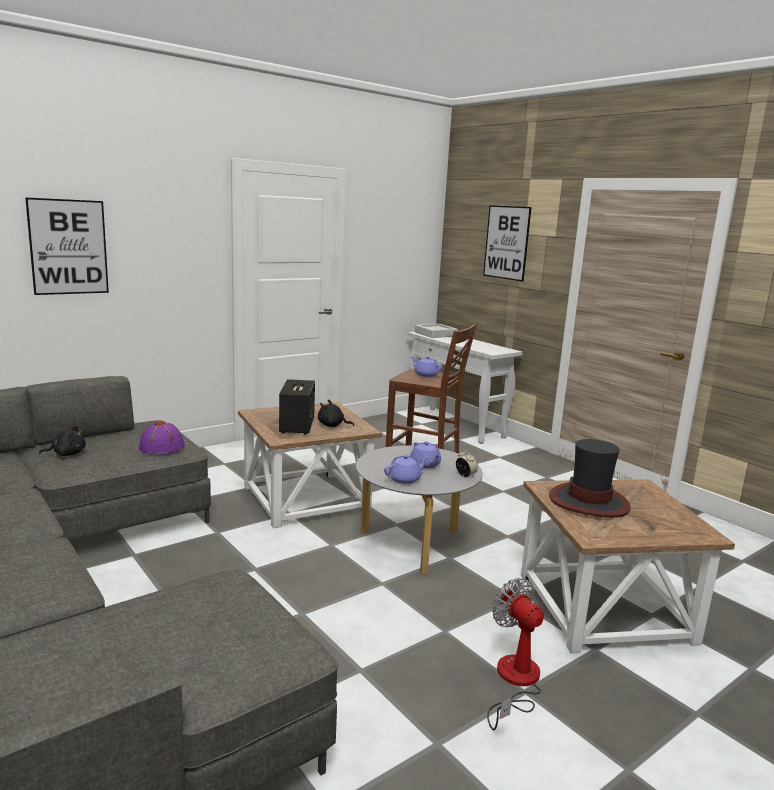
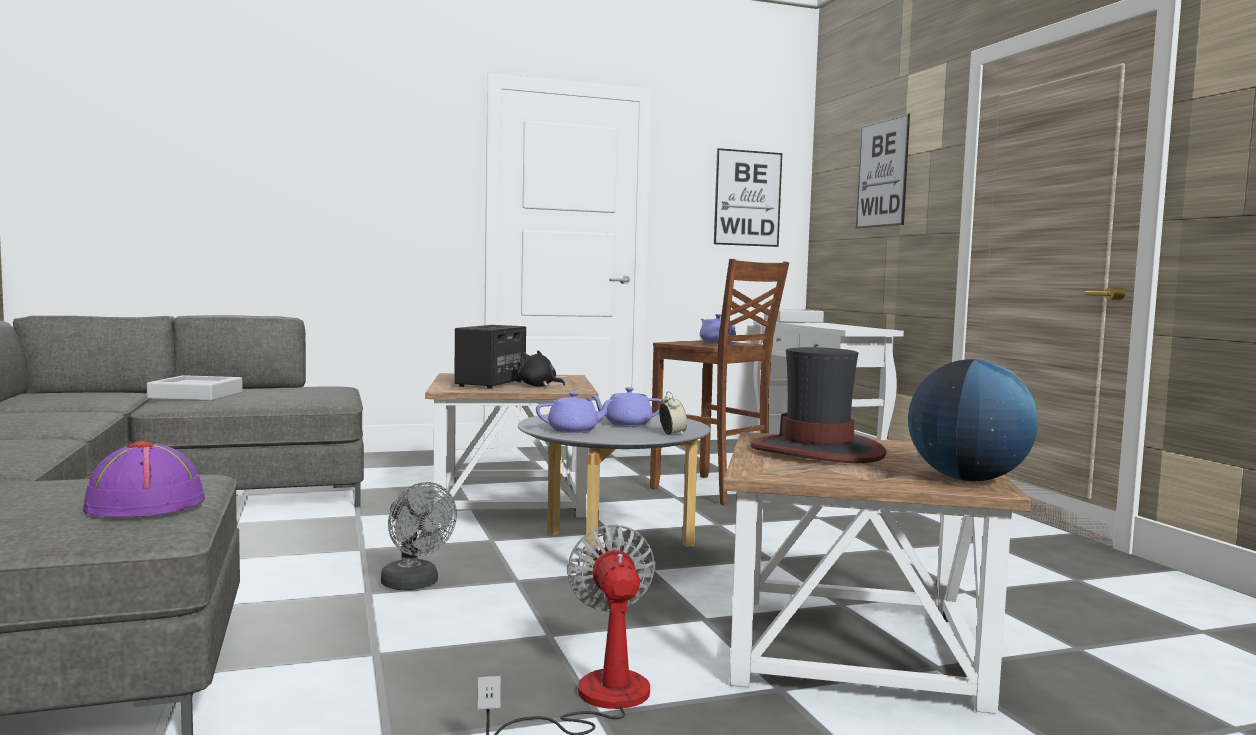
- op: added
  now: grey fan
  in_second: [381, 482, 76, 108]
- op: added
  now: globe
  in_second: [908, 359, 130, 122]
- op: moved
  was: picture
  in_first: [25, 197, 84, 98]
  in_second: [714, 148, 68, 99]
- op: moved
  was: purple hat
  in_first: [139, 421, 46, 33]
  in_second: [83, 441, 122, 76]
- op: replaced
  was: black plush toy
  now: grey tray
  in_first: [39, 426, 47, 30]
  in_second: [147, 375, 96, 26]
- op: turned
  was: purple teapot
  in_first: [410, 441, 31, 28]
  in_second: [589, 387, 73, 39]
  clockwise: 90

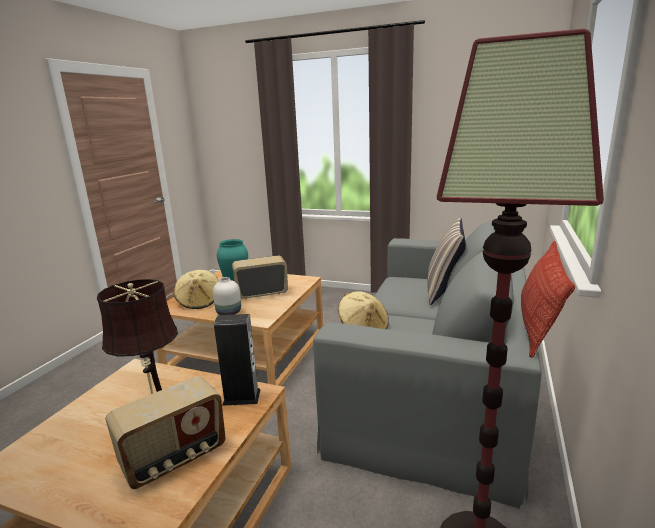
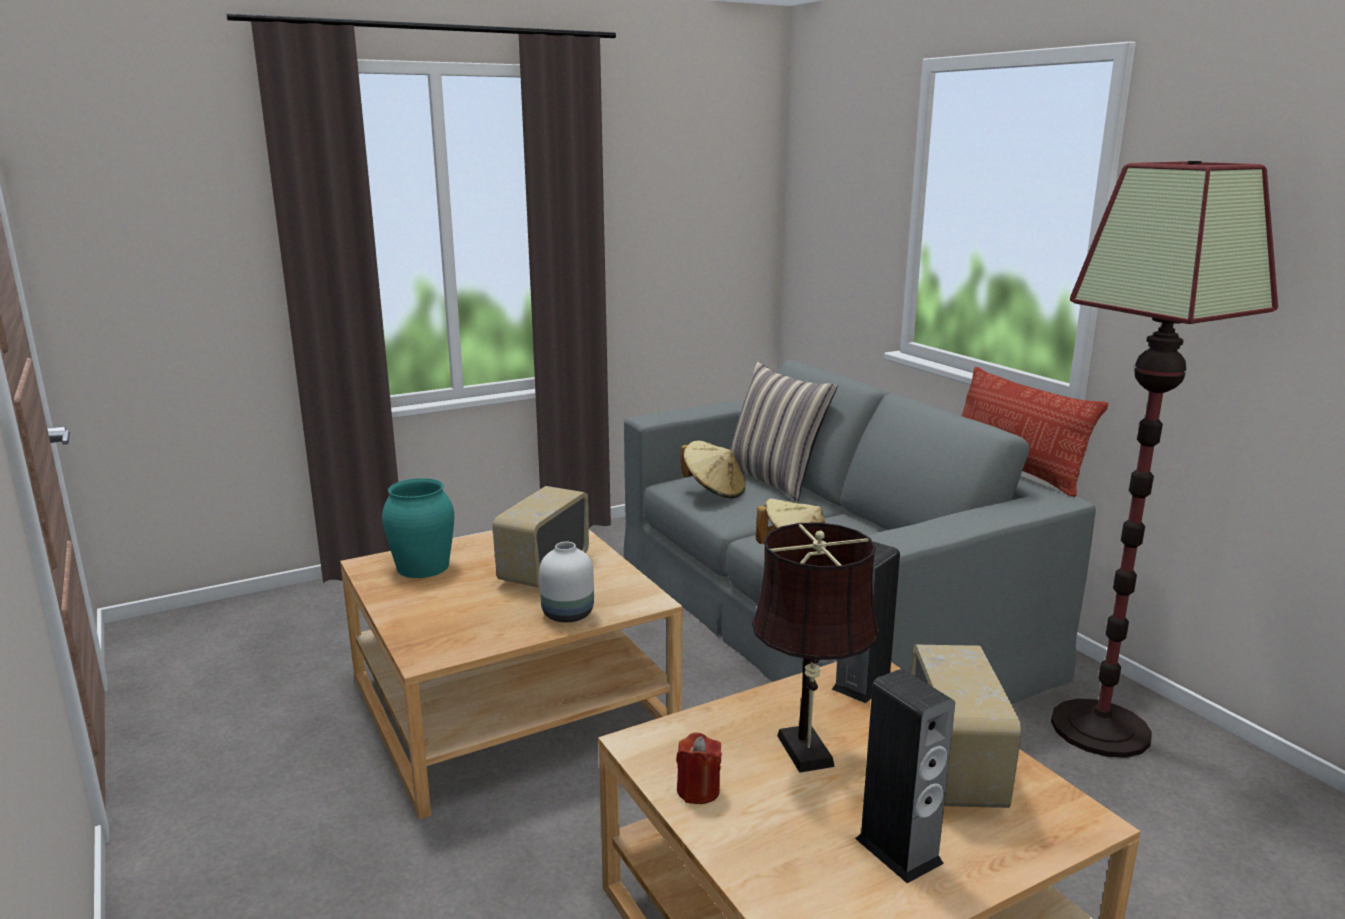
- op: added
  now: red candle
  in_second: [676, 732, 46, 72]
- op: added
  now: speaker
  in_second: [855, 669, 100, 214]
- op: moved
  was: beige hat
  in_first: [173, 270, 46, 39]
  in_second: [680, 440, 66, 58]

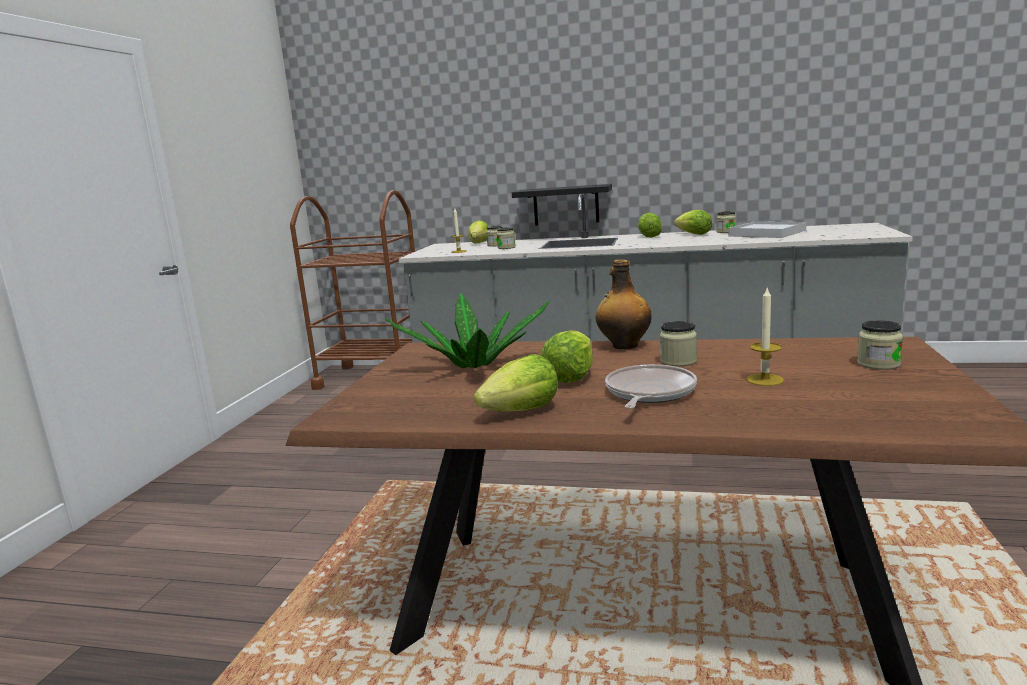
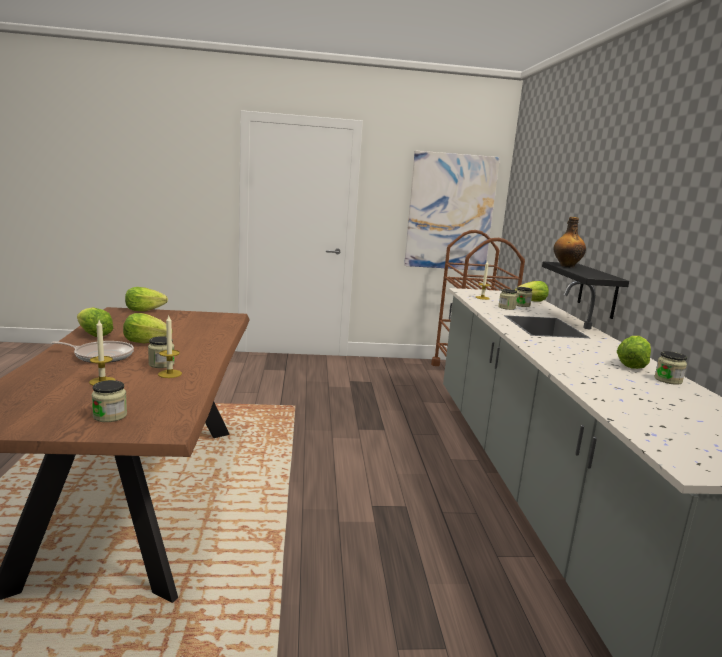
- op: removed
  was: potted plant
  in_first: [386, 293, 164, 75]
- op: removed
  was: white tray
  in_first: [728, 221, 79, 17]
- op: added
  now: candle
  in_second: [158, 316, 24, 62]
- op: added
  now: picture
  in_second: [404, 151, 96, 120]
- op: moved
  was: bottle
  in_first: [596, 259, 56, 90]
  in_second: [553, 217, 33, 51]
- op: moved
  was: lettuce
  in_first: [638, 213, 24, 25]
  in_second: [125, 287, 43, 24]

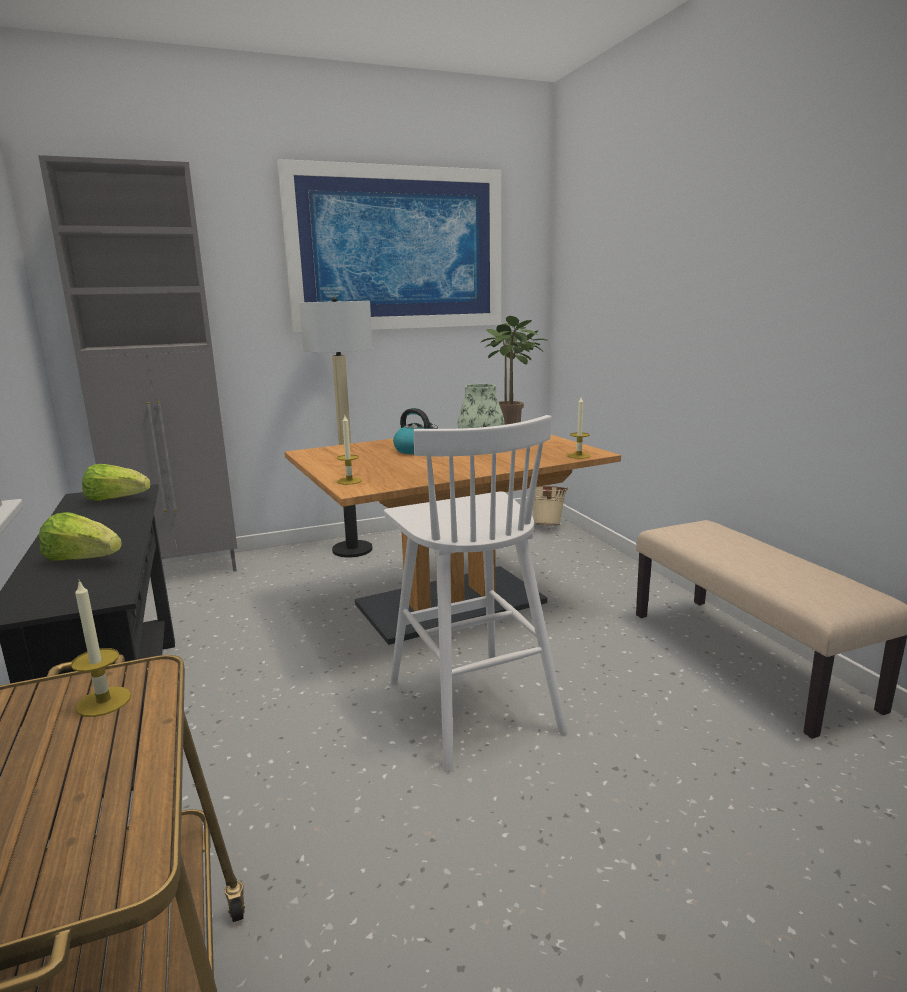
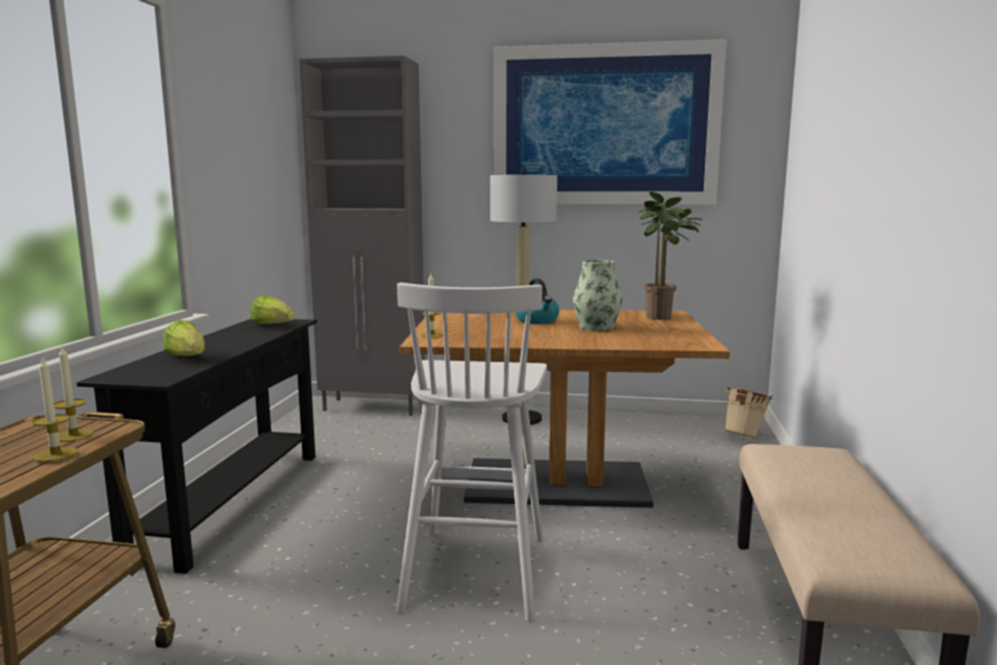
- op: moved
  was: candle
  in_first: [568, 397, 22, 62]
  in_second: [32, 356, 45, 106]

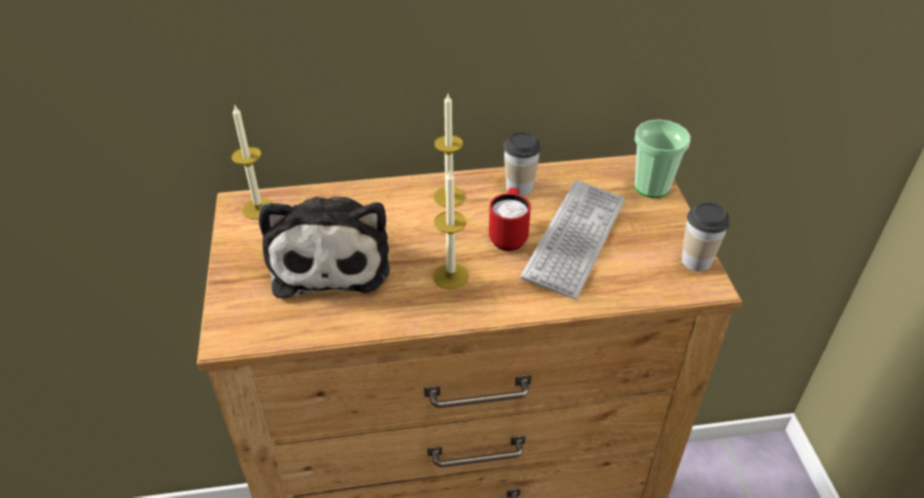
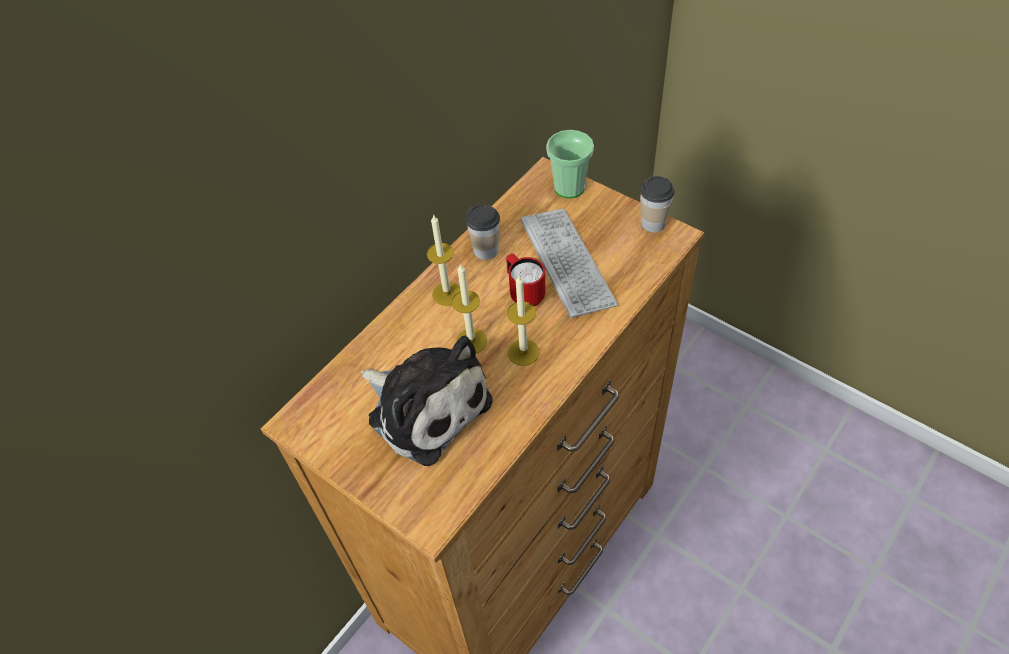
- op: moved
  was: candle
  in_first: [231, 104, 42, 116]
  in_second: [452, 263, 35, 90]

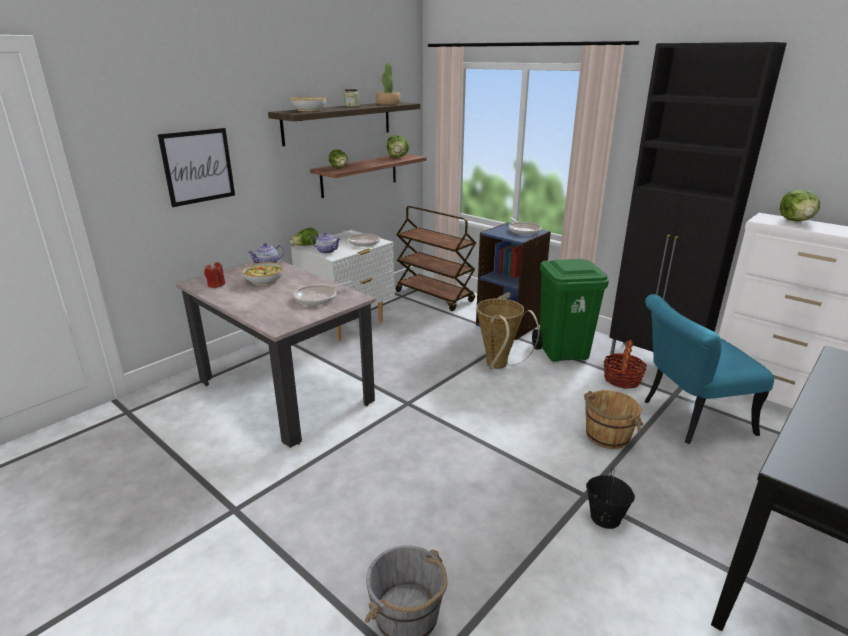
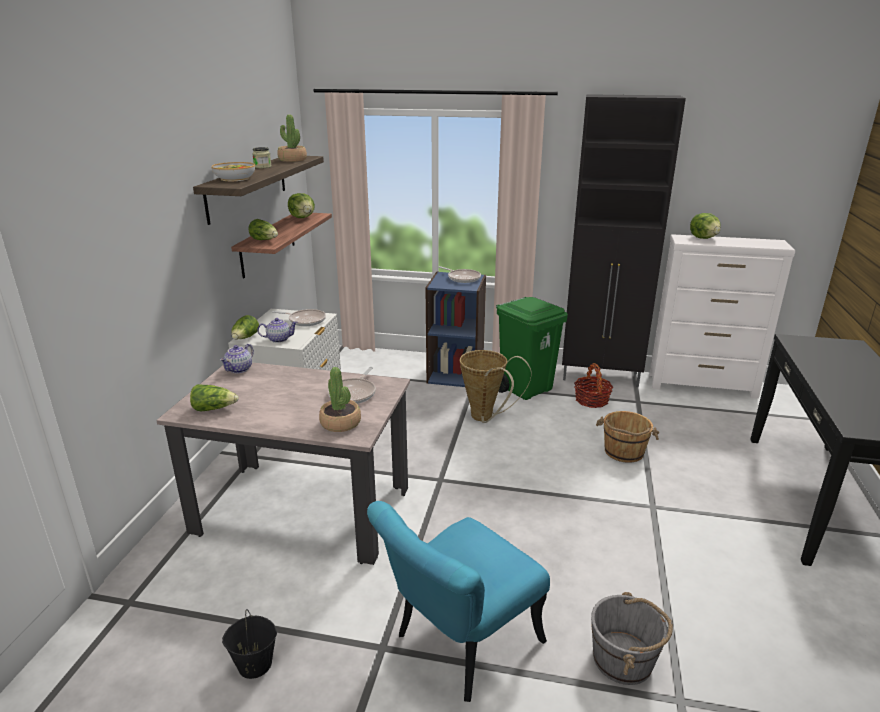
- op: removed
  was: picture
  in_first: [158, 128, 77, 79]
- op: removed
  was: bowl
  in_first: [243, 262, 40, 23]
- op: removed
  was: brown cart
  in_first: [396, 206, 80, 105]
- op: added
  now: potted plant
  in_second: [319, 367, 42, 65]
- op: moved
  was: black bucket
  in_first: [586, 468, 49, 61]
  in_second: [222, 609, 55, 70]
- op: moved
  was: turquoise chair
  in_first: [645, 294, 129, 150]
  in_second: [367, 501, 183, 201]
- op: replaced
  was: red candle
  now: lettuce
  in_first: [204, 262, 21, 26]
  in_second: [190, 384, 49, 27]

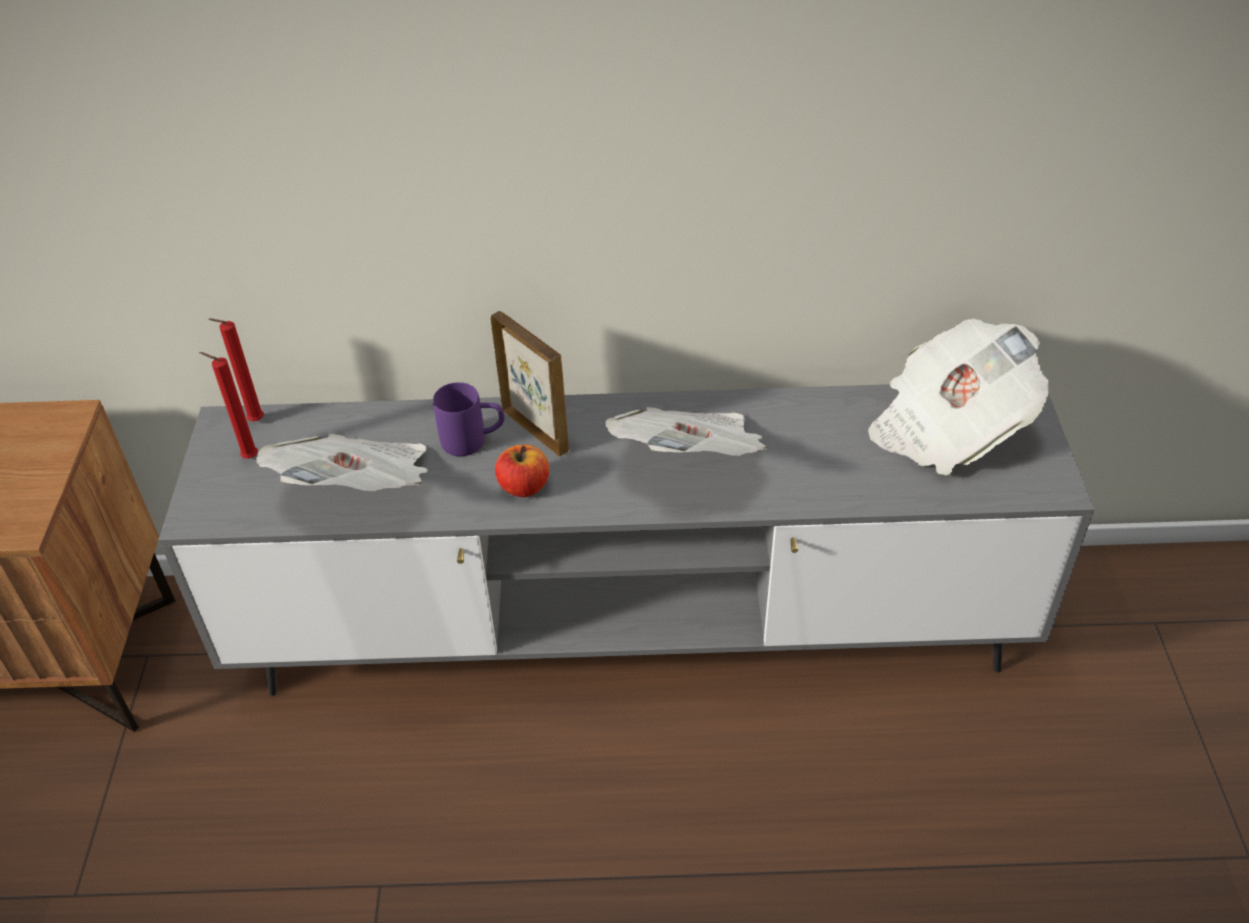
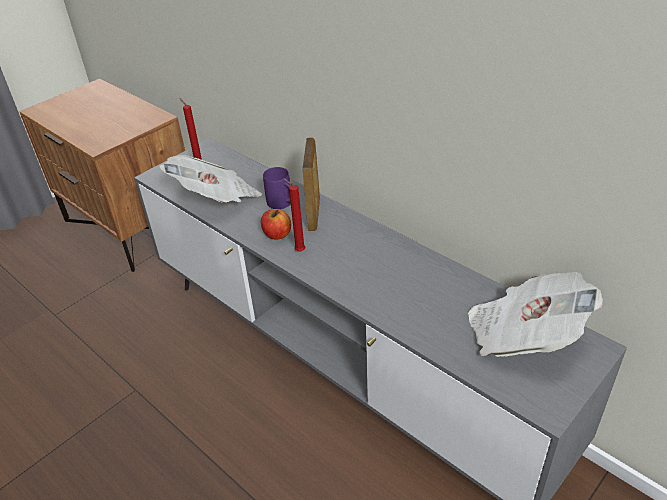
- op: removed
  was: newspaper
  in_first: [605, 407, 163, 49]
- op: moved
  was: red candle
  in_first: [208, 318, 56, 103]
  in_second: [283, 178, 22, 74]

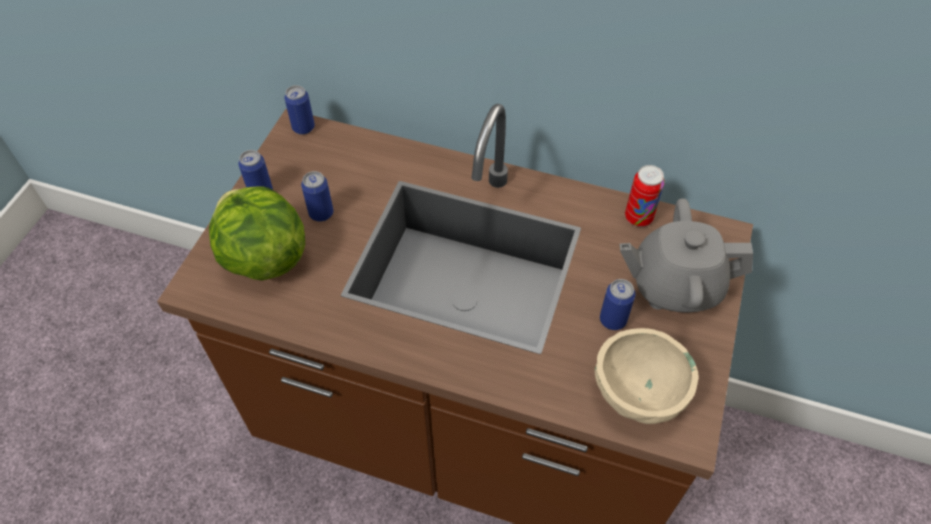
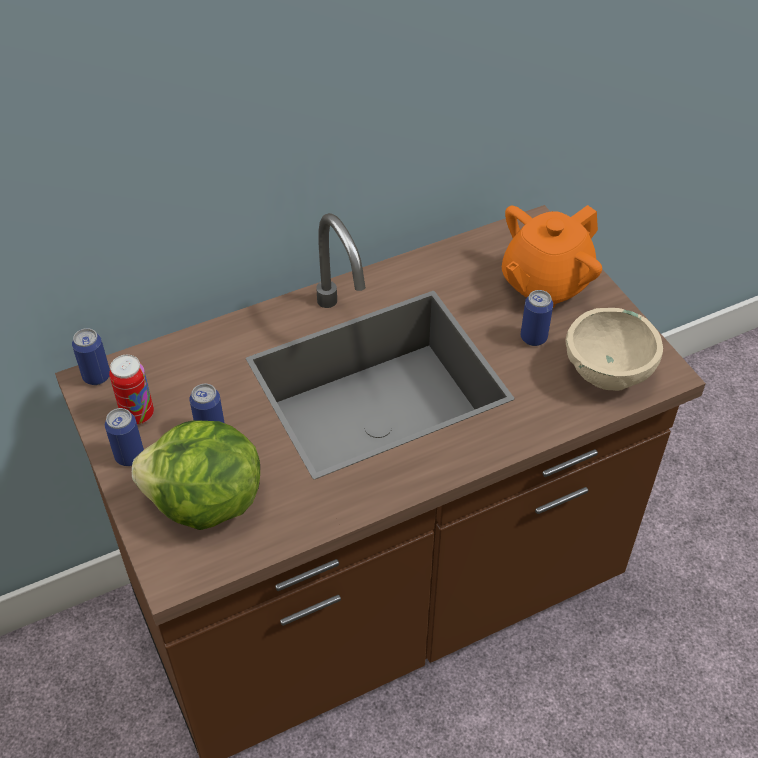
- op: moved
  was: can
  in_first: [625, 165, 40, 62]
  in_second: [109, 355, 45, 70]
- op: recoloured
  was: grey teapot
  now: orange teapot
  in_first: [619, 198, 134, 114]
  in_second: [502, 205, 100, 103]

